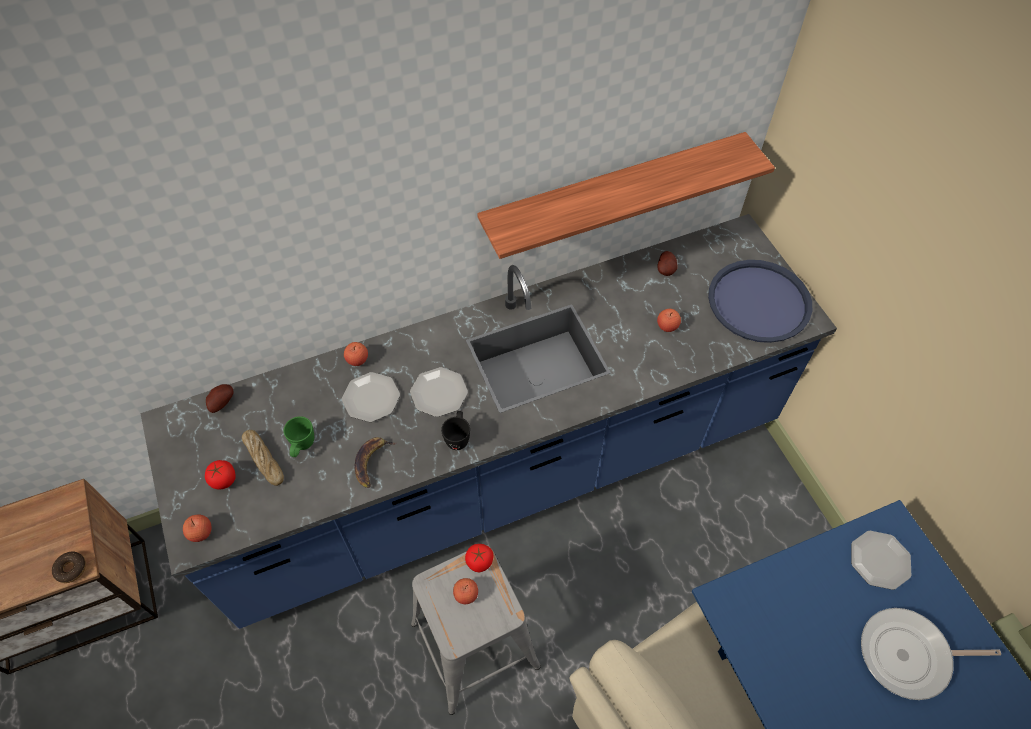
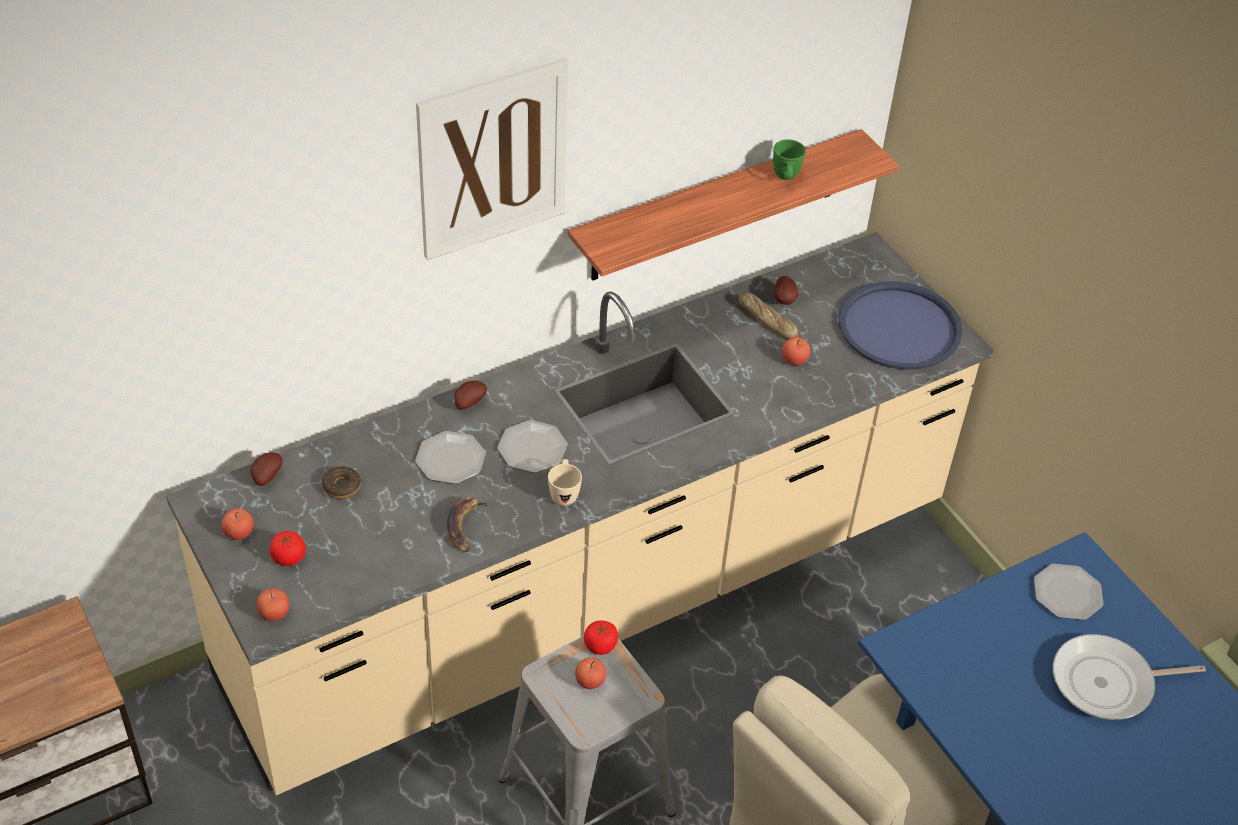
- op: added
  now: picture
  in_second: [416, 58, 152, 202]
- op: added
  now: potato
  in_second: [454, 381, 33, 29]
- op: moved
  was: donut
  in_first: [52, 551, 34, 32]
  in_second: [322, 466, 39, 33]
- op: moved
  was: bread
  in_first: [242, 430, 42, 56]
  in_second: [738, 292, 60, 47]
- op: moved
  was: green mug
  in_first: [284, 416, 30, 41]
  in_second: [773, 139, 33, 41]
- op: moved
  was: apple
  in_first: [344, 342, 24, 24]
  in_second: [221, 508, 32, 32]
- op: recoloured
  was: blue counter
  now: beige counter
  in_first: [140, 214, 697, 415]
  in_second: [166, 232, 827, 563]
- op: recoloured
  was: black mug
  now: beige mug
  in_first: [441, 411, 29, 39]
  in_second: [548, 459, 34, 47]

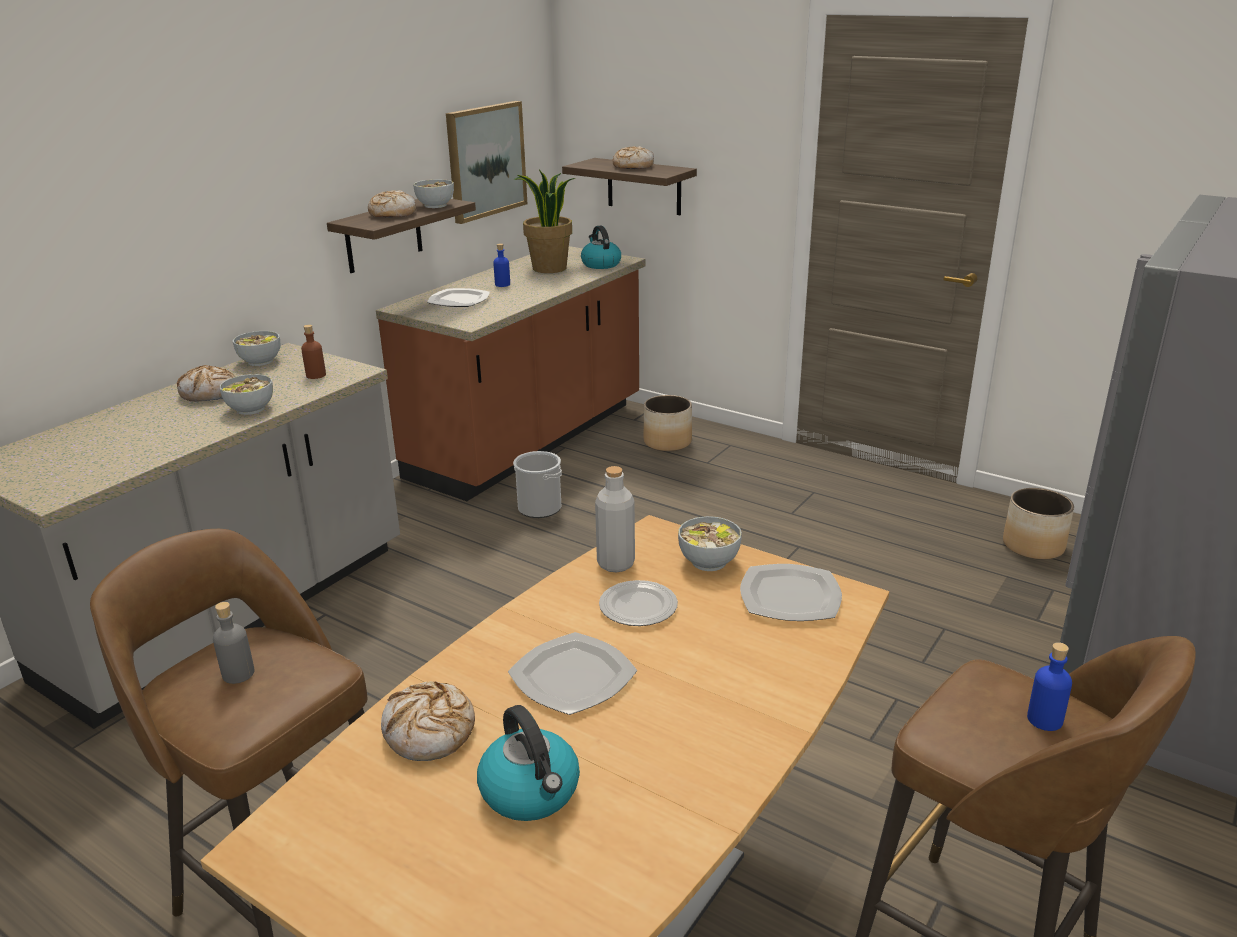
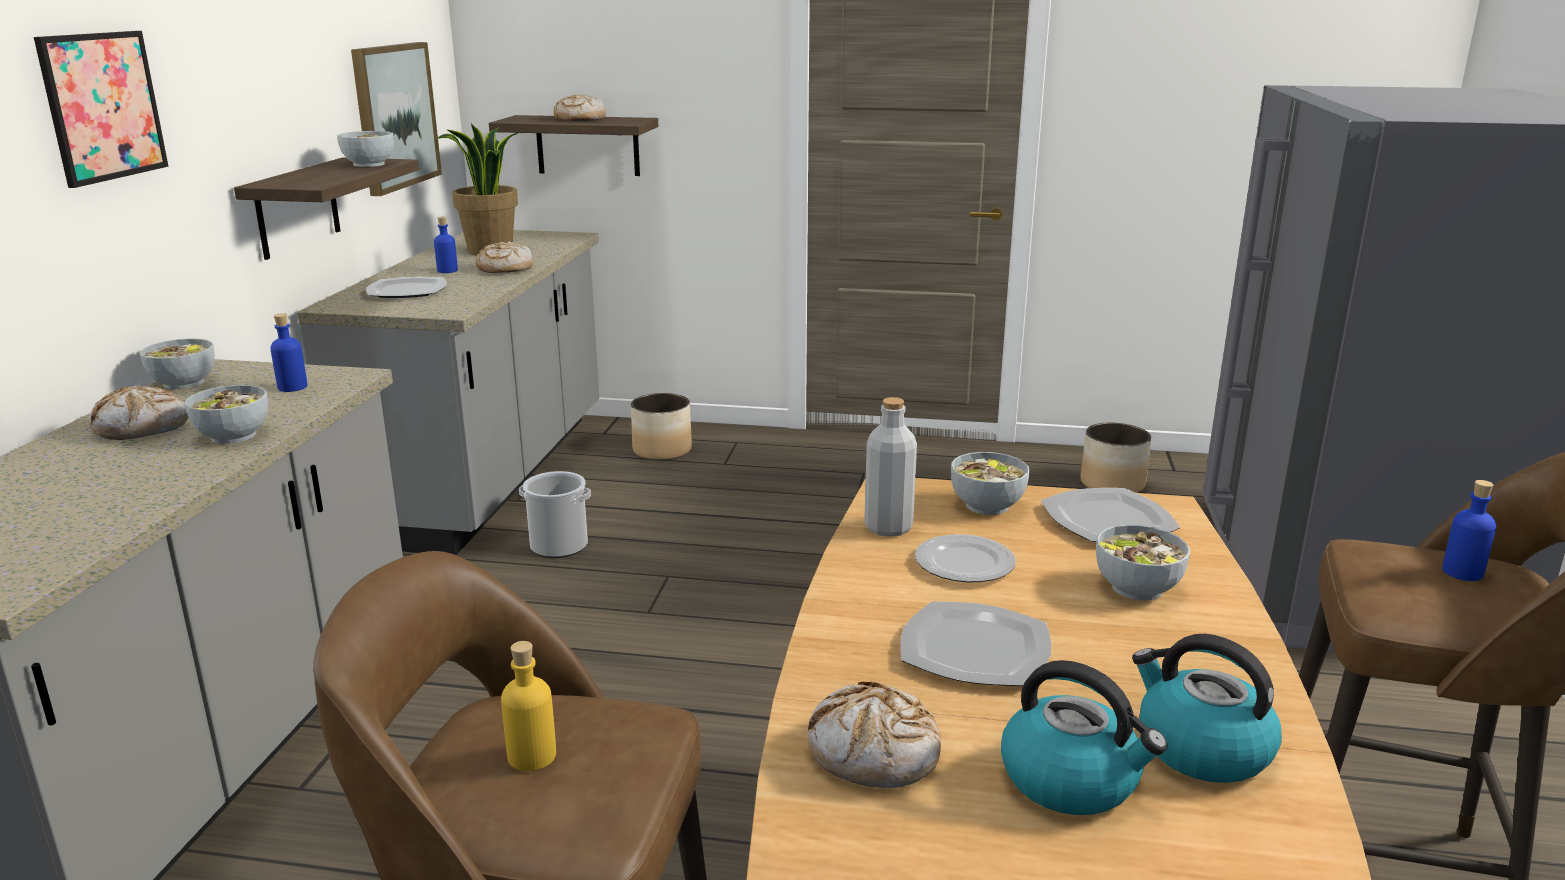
- op: added
  now: picture
  in_second: [34, 31, 135, 157]
- op: added
  now: bowl
  in_second: [1096, 525, 94, 76]
- op: moved
  was: bread
  in_first: [368, 190, 48, 28]
  in_second: [476, 241, 57, 32]
- op: moved
  was: kettle
  in_first: [581, 226, 40, 43]
  in_second: [1132, 634, 150, 149]
- op: recoloured
  was: grey bottle
  now: yellow bottle
  in_first: [213, 602, 42, 82]
  in_second: [501, 641, 55, 130]
- op: recoloured
  was: brown bottle
  now: blue bottle
  in_first: [301, 325, 25, 54]
  in_second: [270, 313, 37, 79]
- op: recoloured
  was: brown counter
  now: grey counter
  in_first: [376, 246, 269, 255]
  in_second: [297, 230, 302, 325]

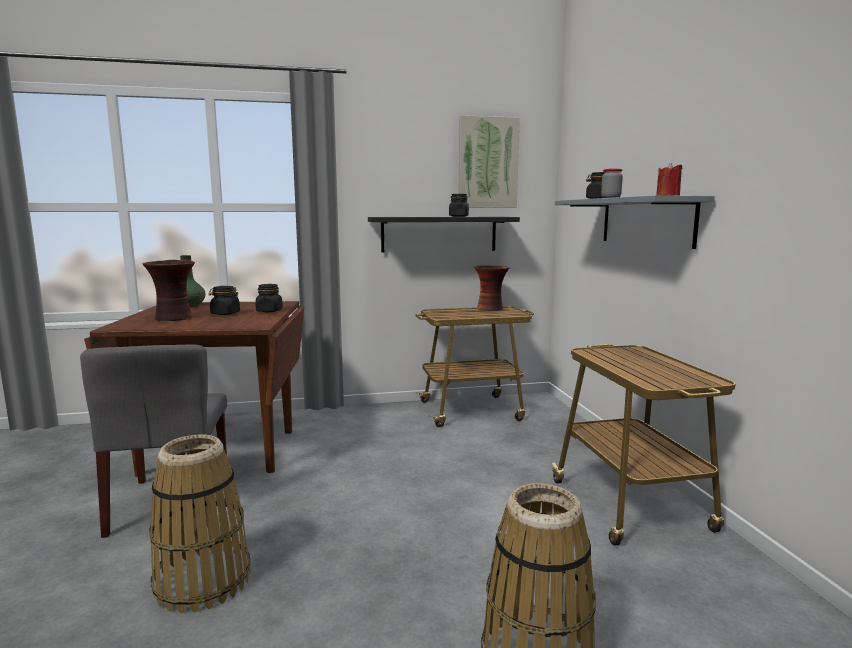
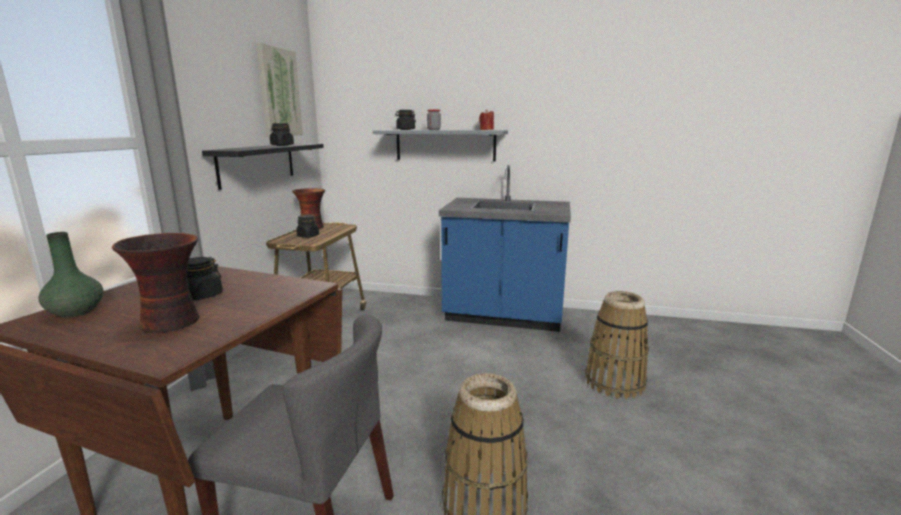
- op: moved
  was: black jar
  in_first: [255, 284, 28, 28]
  in_second: [296, 215, 23, 23]
- op: replaced
  was: cart
  now: blue counter
  in_first: [552, 344, 184, 202]
  in_second: [439, 165, 132, 167]

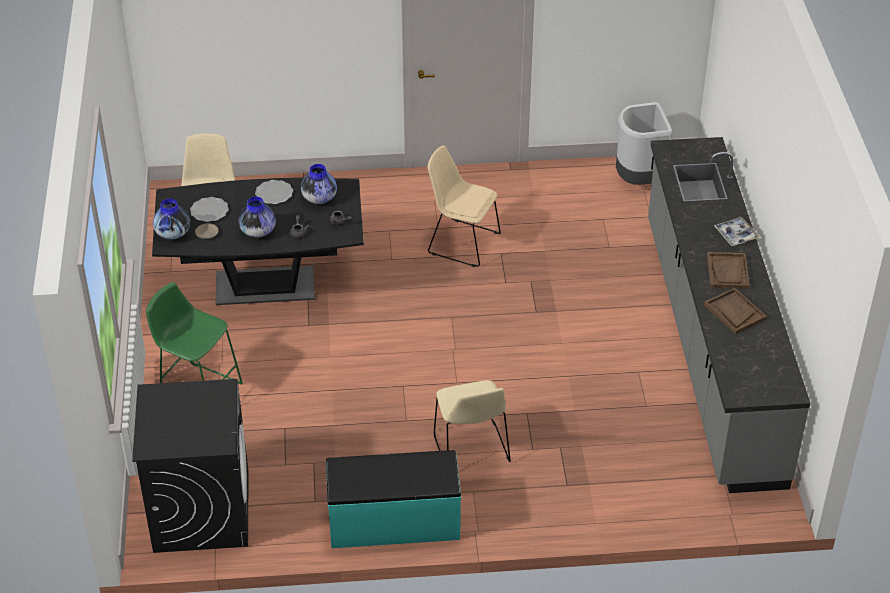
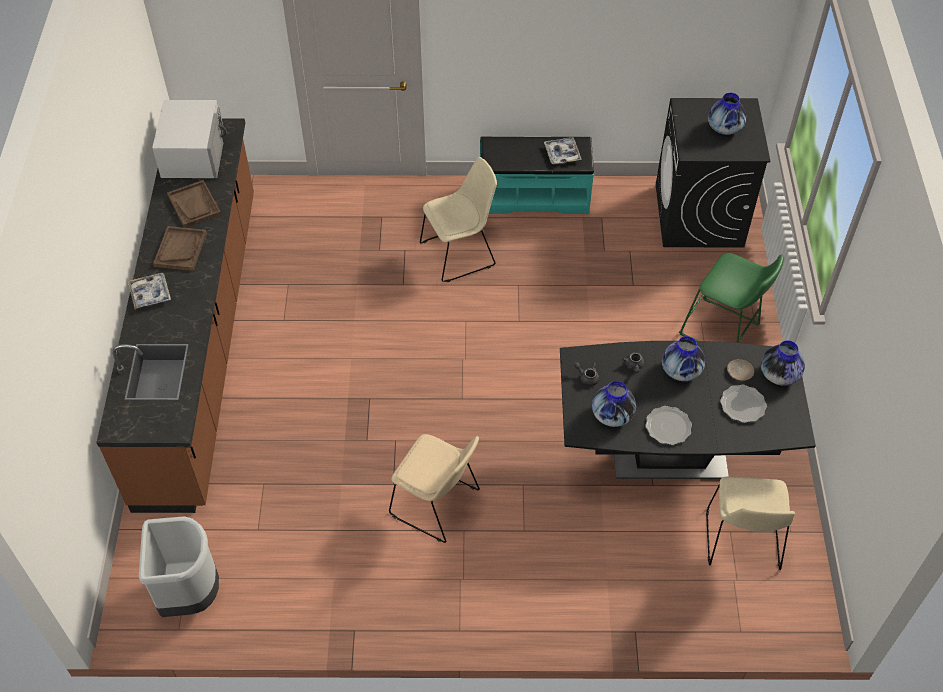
- op: added
  now: white microwave
  in_second: [152, 100, 75, 78]
- op: added
  now: tray
  in_second: [544, 137, 38, 27]
- op: added
  now: vase
  in_second: [708, 93, 38, 42]
- op: recoloured
  was: grey counter
  now: brown counter
  in_first: [648, 137, 162, 356]
  in_second: [96, 119, 158, 394]
- op: turned
  was: beige chair
  in_first: [433, 380, 78, 82]
  in_second: [420, 157, 77, 125]
  clockwise: 75

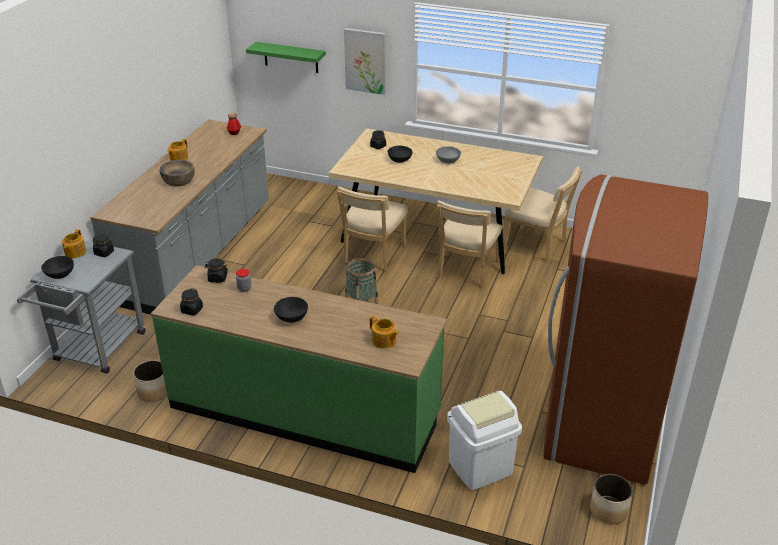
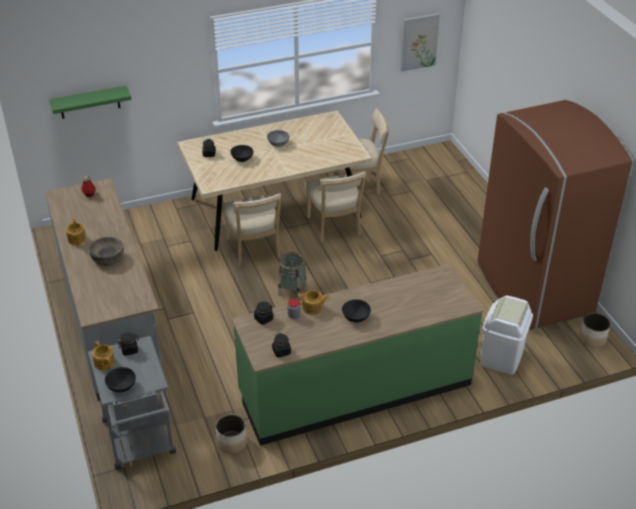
- op: moved
  was: picture
  in_first: [344, 28, 42, 67]
  in_second: [401, 13, 39, 59]
- op: moved
  was: teapot
  in_first: [369, 316, 31, 33]
  in_second: [298, 291, 31, 24]

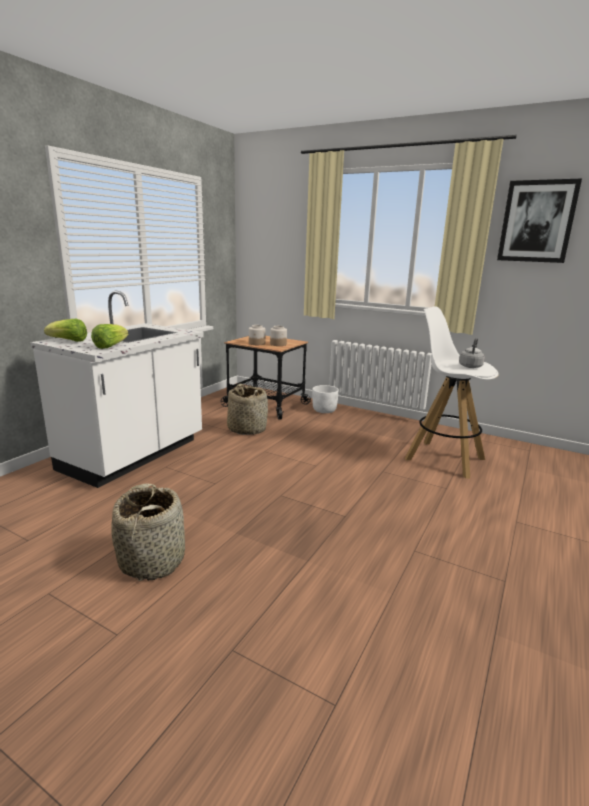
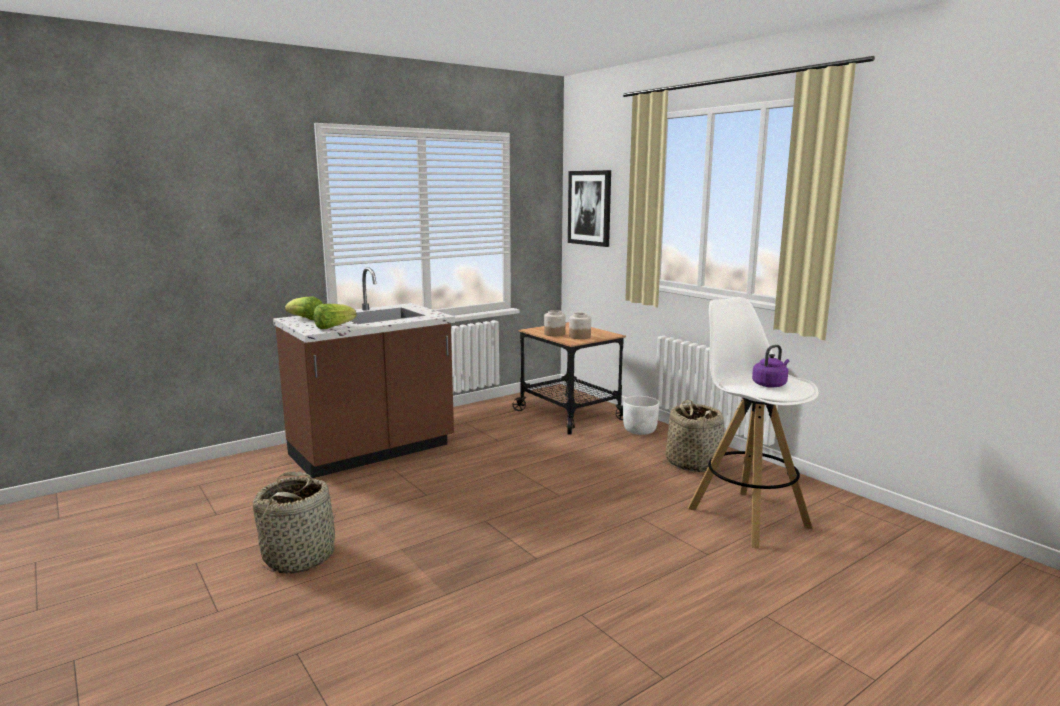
- op: moved
  was: basket
  in_first: [227, 384, 41, 51]
  in_second: [666, 400, 59, 72]
- op: moved
  was: picture
  in_first: [497, 178, 85, 85]
  in_second: [568, 170, 43, 77]
- op: recoloured
  was: white counter
  now: brown counter
  in_first: [30, 291, 174, 197]
  in_second: [273, 267, 182, 211]
- op: recoloured
  was: grey kettle
  now: purple kettle
  in_first: [459, 338, 26, 30]
  in_second: [752, 345, 37, 43]

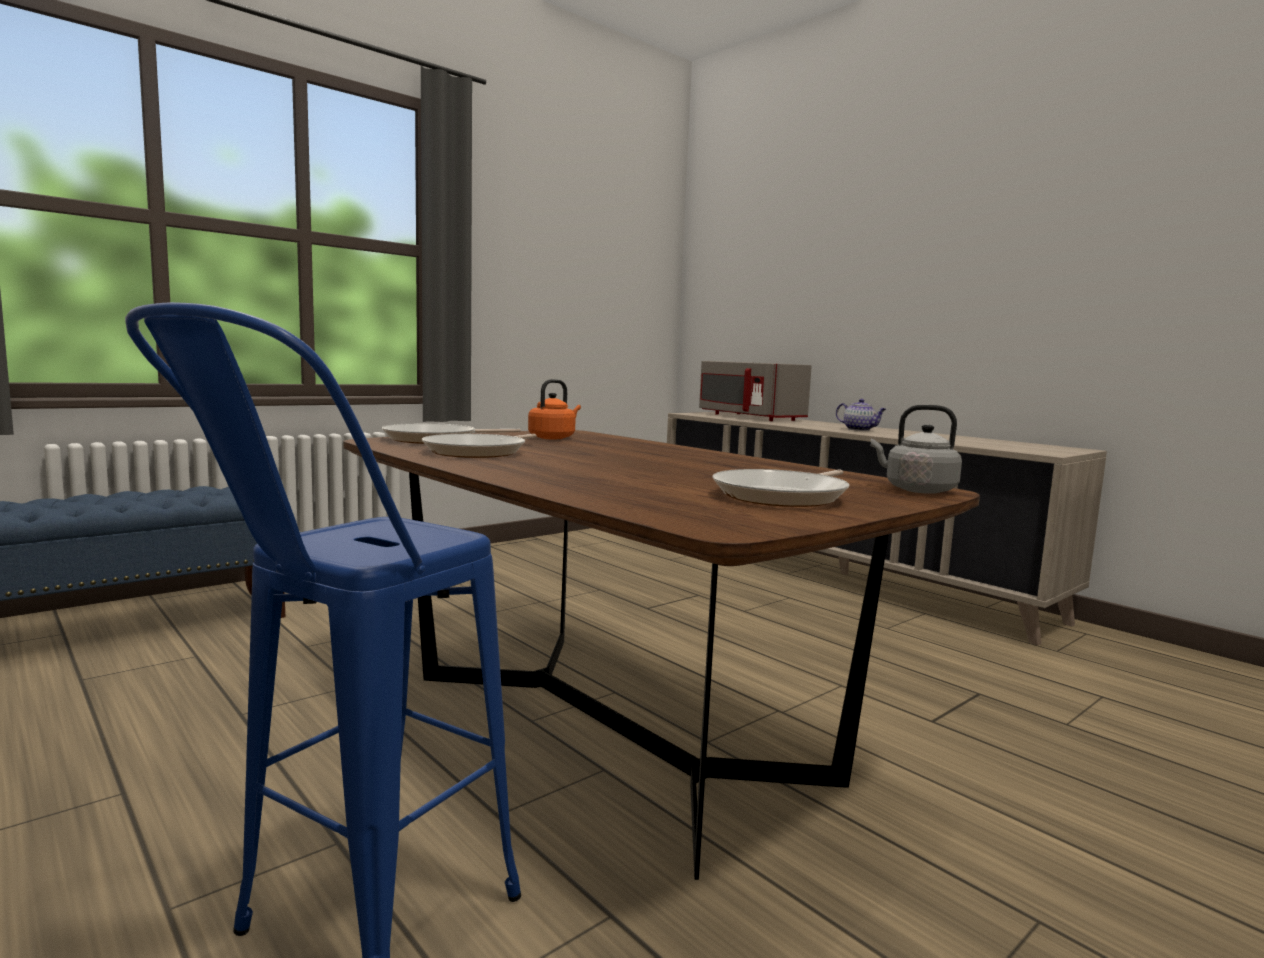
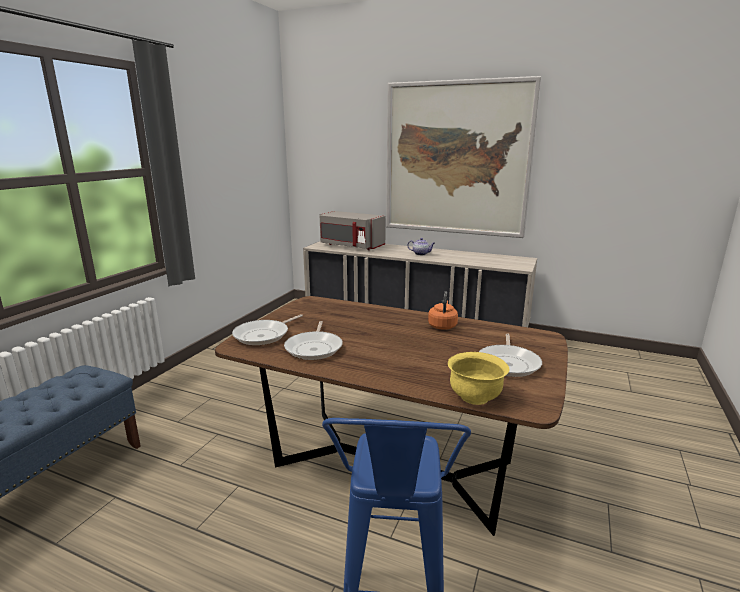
- op: removed
  was: grey kettle
  in_first: [871, 405, 91, 89]
- op: added
  now: picture
  in_second: [386, 76, 156, 162]
- op: added
  now: yellow bowl
  in_second: [448, 352, 61, 53]
- op: moved
  was: orange kettle
  in_first: [528, 379, 53, 60]
  in_second: [428, 291, 30, 39]

